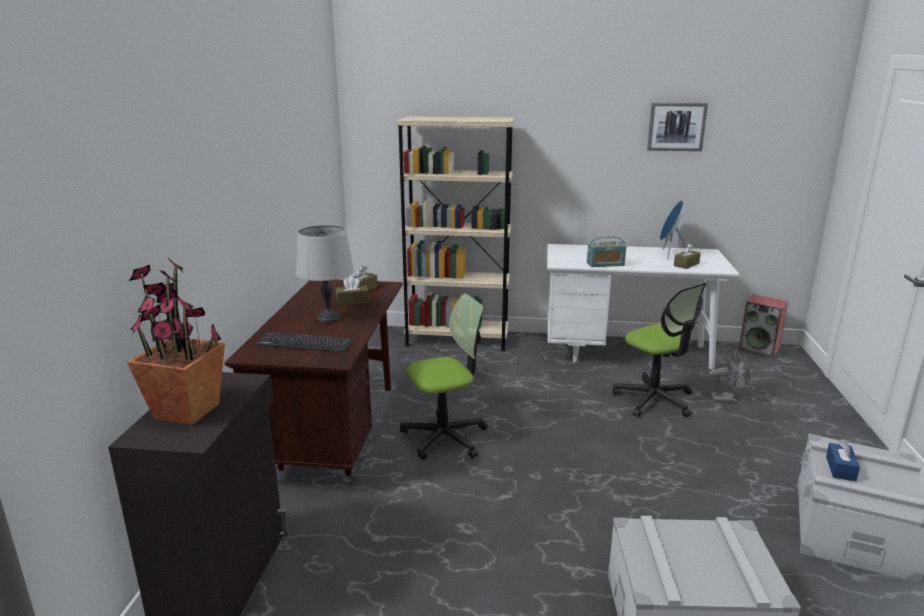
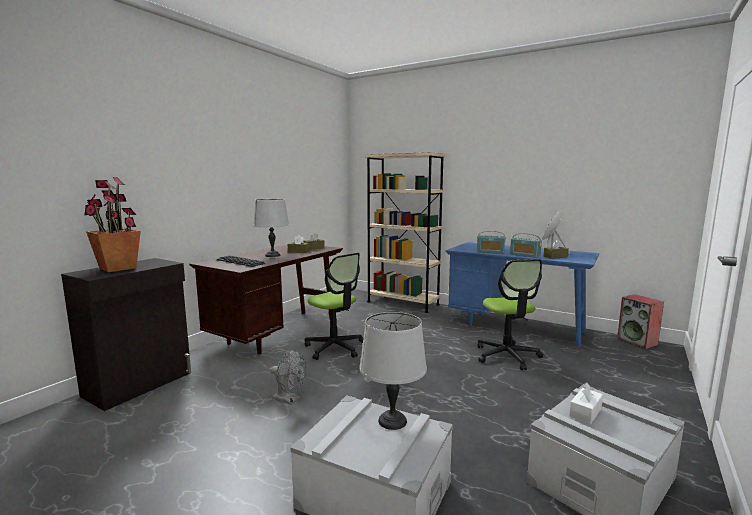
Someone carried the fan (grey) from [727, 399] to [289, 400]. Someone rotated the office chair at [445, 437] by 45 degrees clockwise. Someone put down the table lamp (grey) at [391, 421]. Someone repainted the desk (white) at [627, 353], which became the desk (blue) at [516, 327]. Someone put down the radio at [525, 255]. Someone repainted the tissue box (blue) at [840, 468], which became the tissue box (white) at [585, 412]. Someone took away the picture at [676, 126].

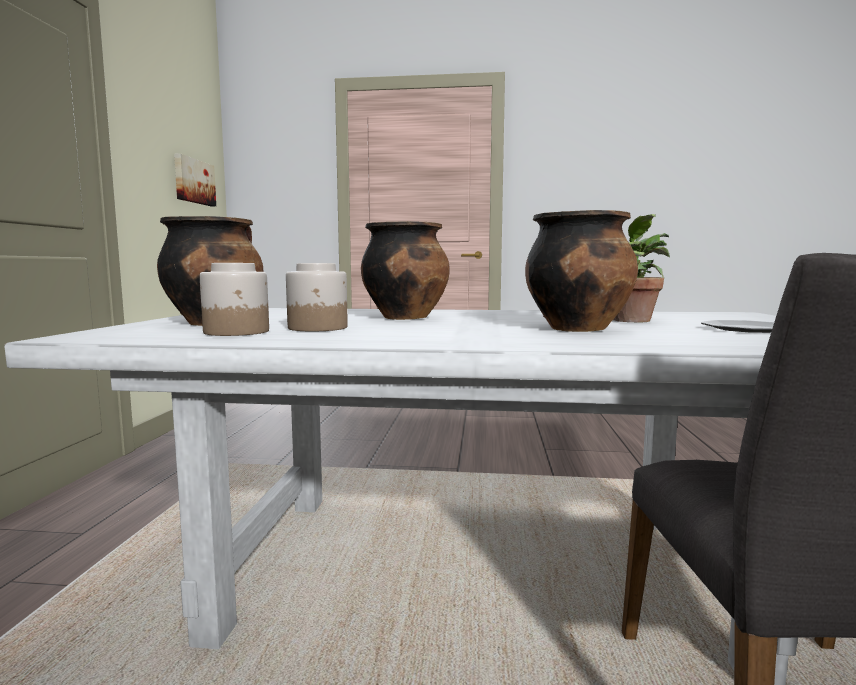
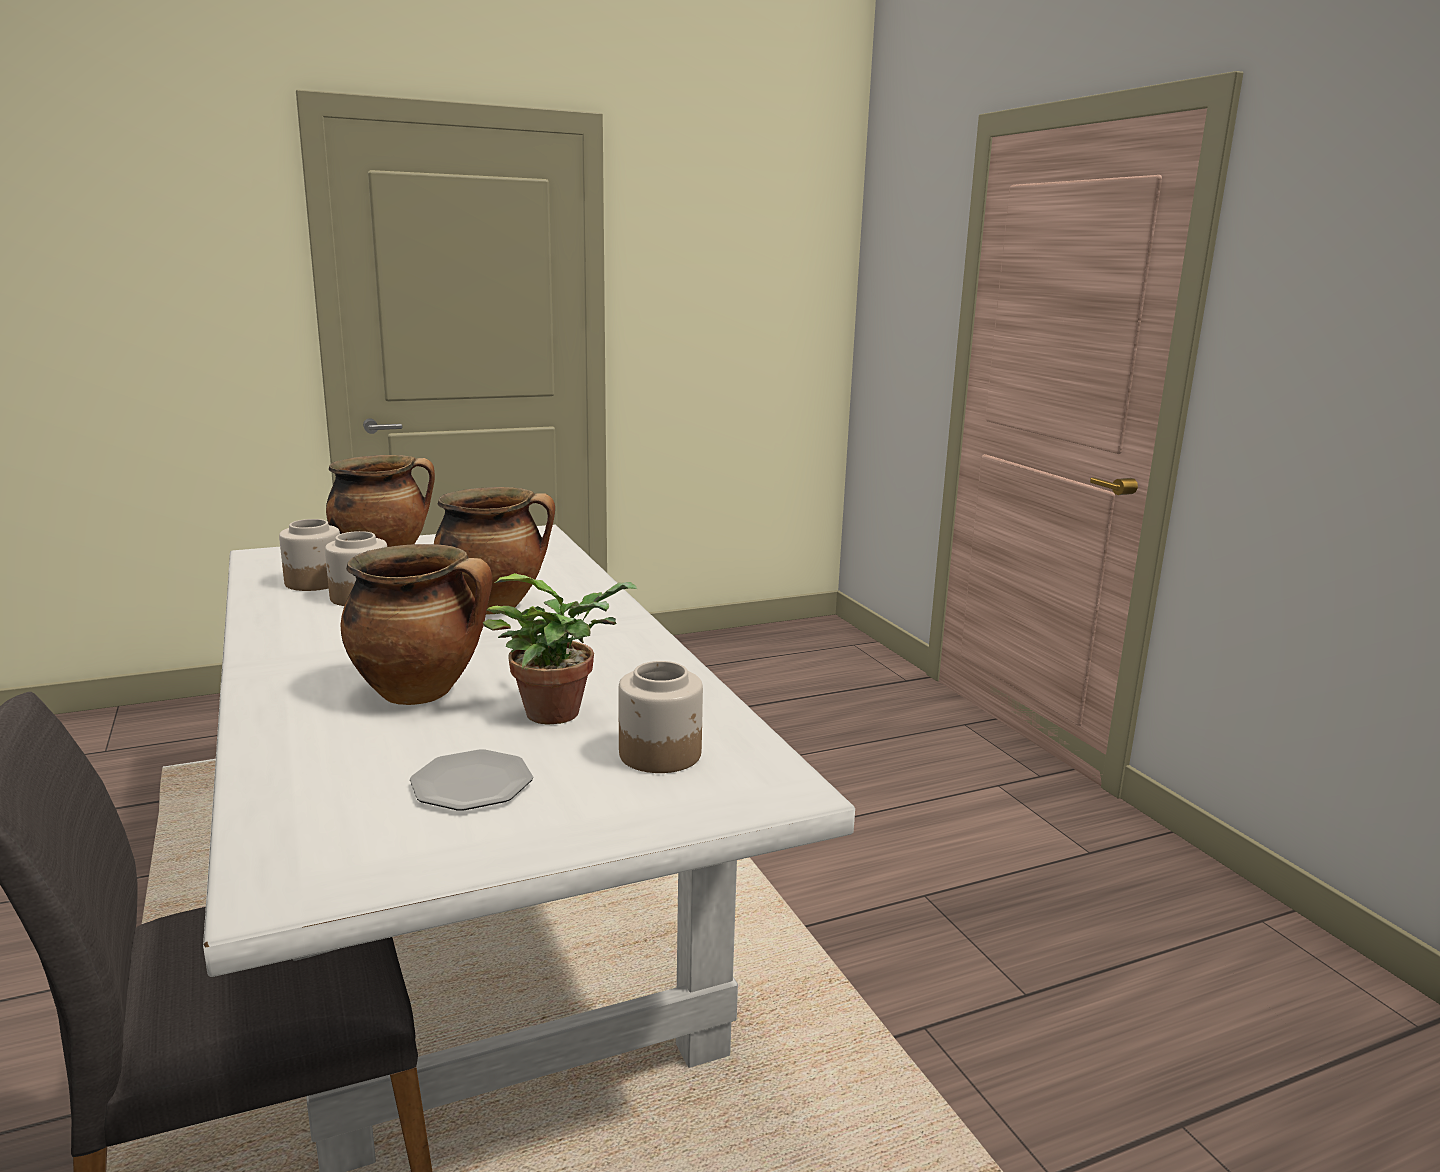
Someone put down the jar at [661, 754]. Someone took away the picture at [193, 181].

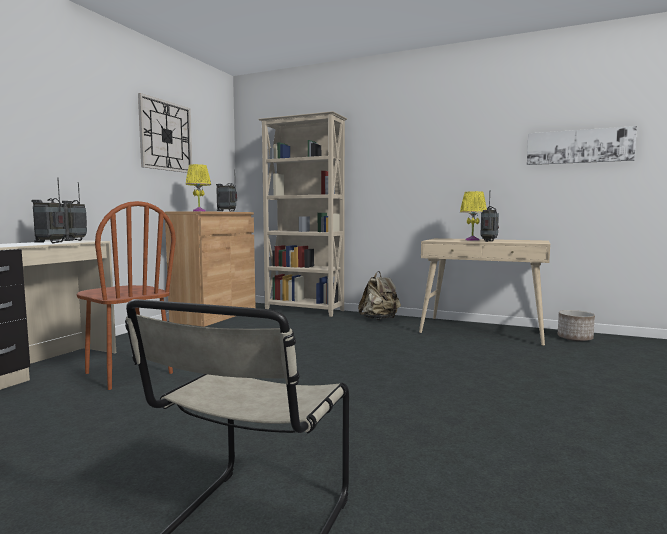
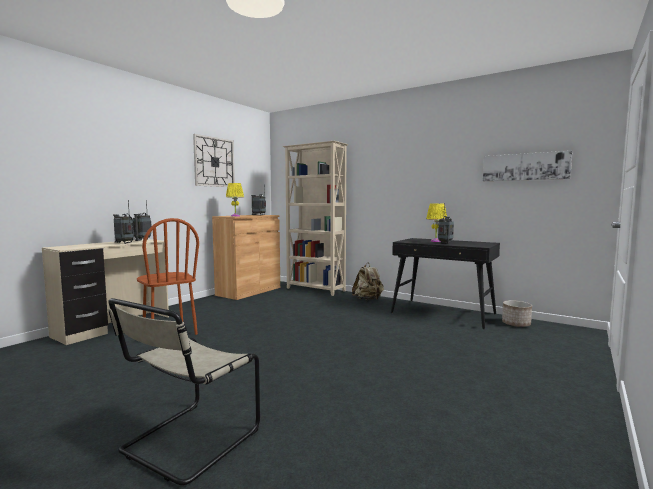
Someone repainted the desk (beige) at [483, 331], which became the desk (black) at [443, 313].

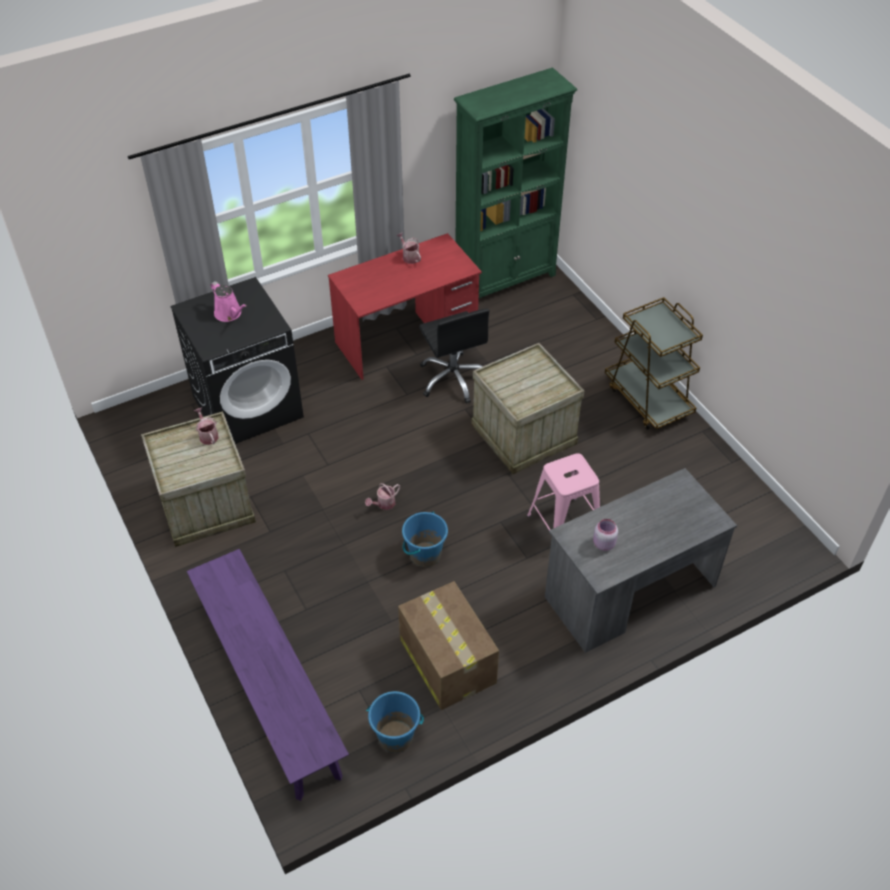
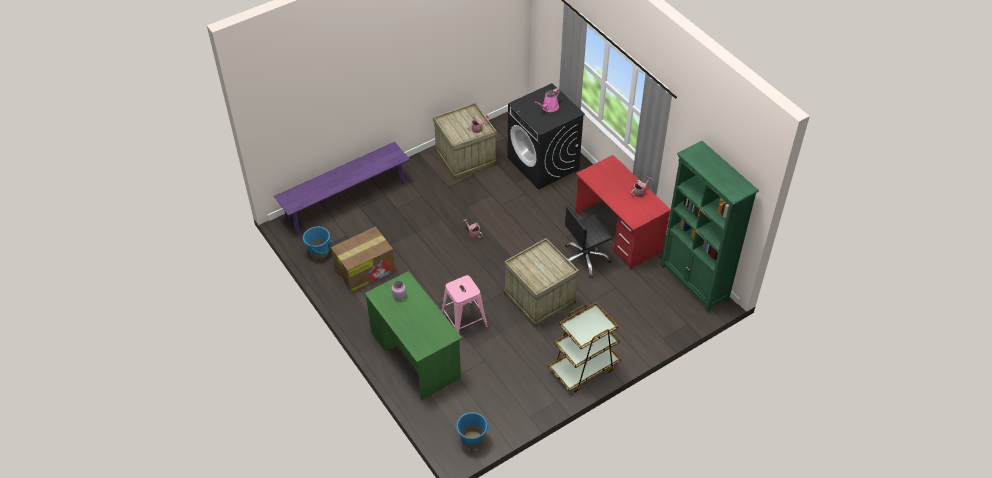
Someone repainted the desk (grey) at [629, 592], which became the desk (green) at [415, 355]. Someone carried the bucket (blue) from [425, 554] to [472, 440].

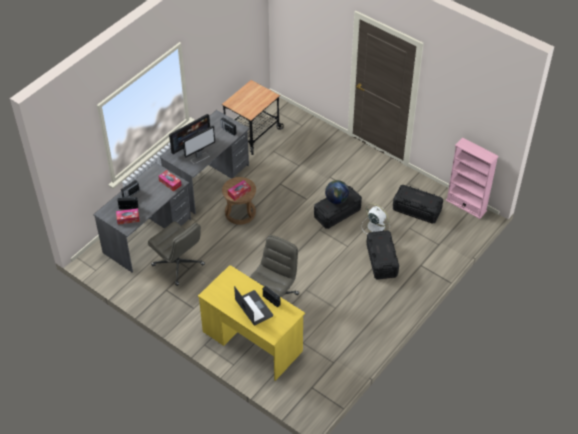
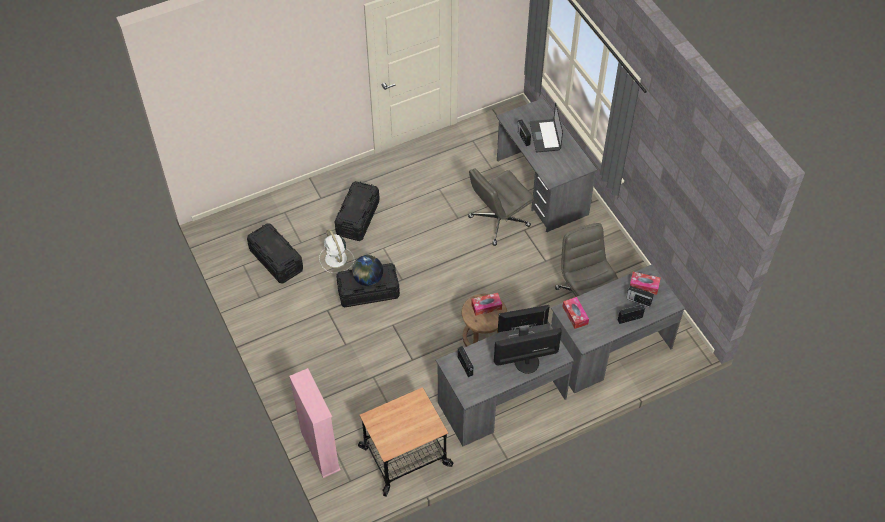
Someone carried the bookcase (pink) from [466, 205] to [320, 451]. Someone repainted the desk (yellow) at [252, 341], which became the desk (grey) at [541, 187].

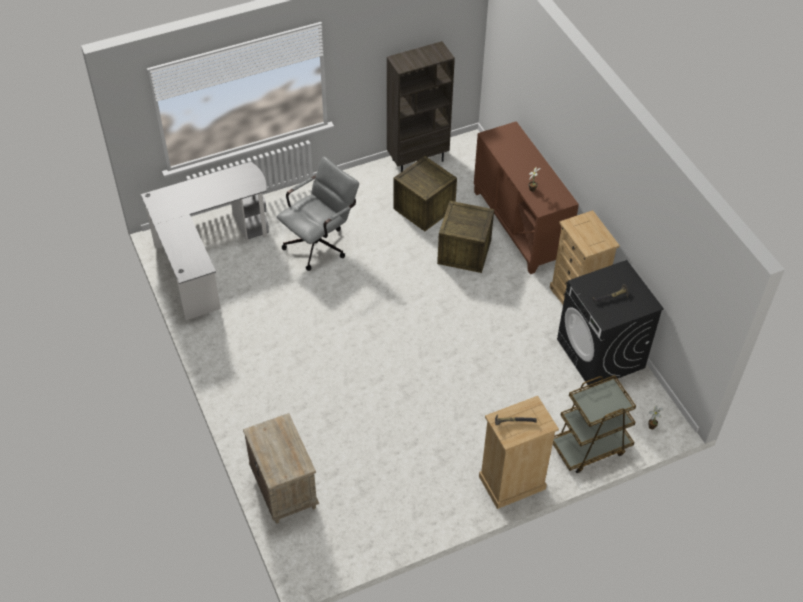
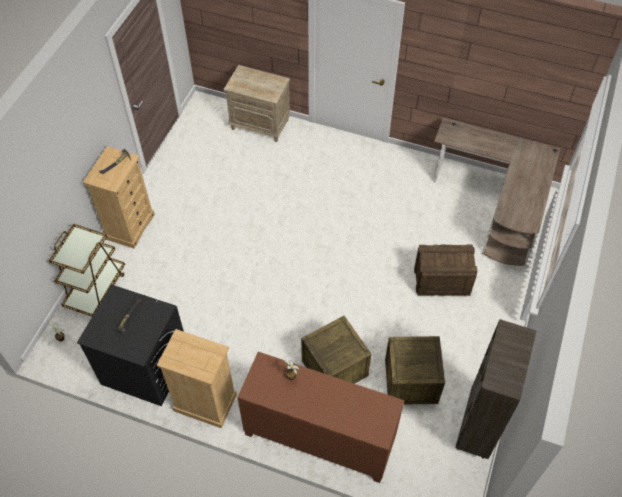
Someone swapped the office chair (grey) at [320, 243] for the crate at [441, 280]. Someone repainted the desk (grey) at [206, 255], which became the desk (brown) at [496, 206].

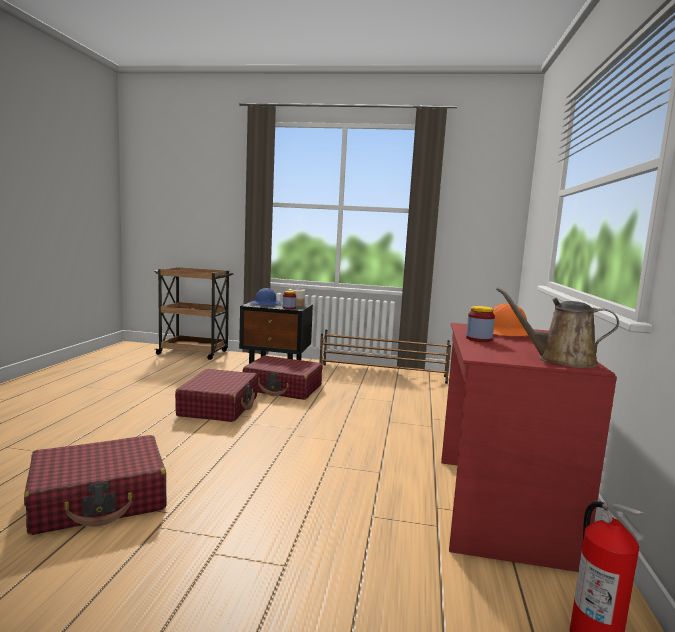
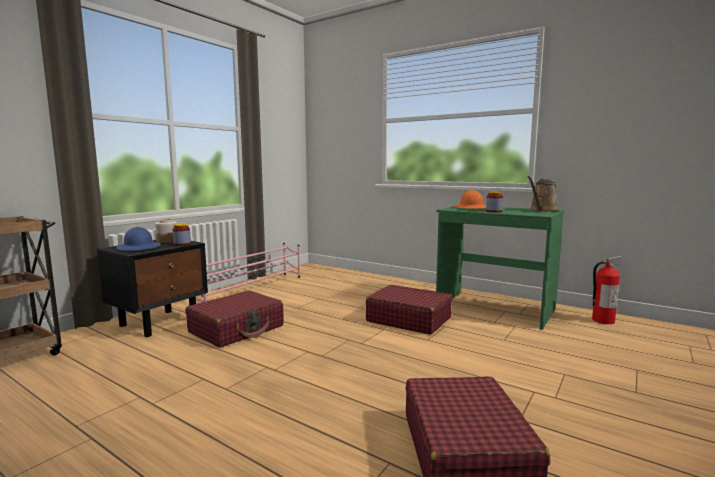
Someone repainted the shoe rack (brown) at [383, 373], which became the shoe rack (pink) at [251, 288]. Someone carried the suitcase (red) from [219, 406] to [408, 319]. Someone repainted the desk (red) at [497, 506], which became the desk (green) at [494, 309].

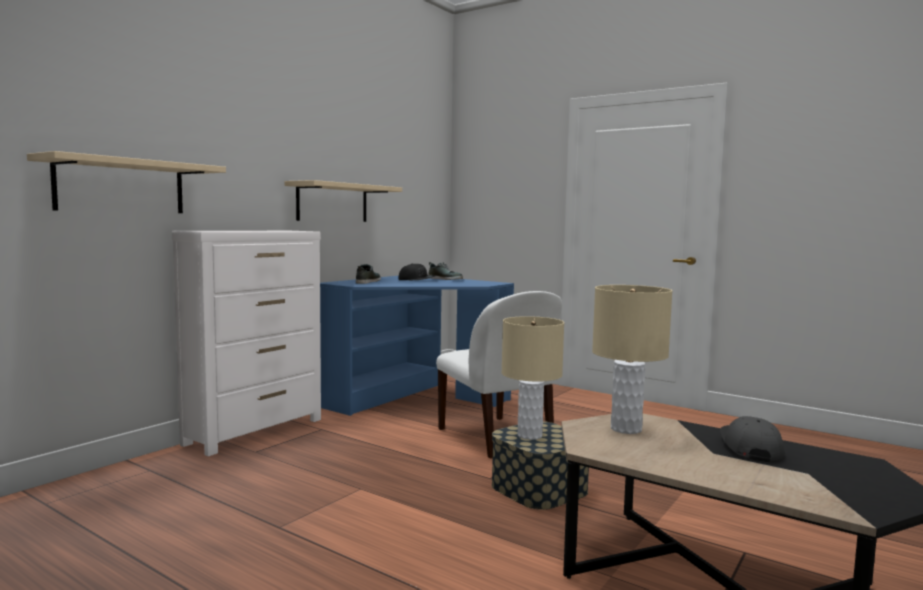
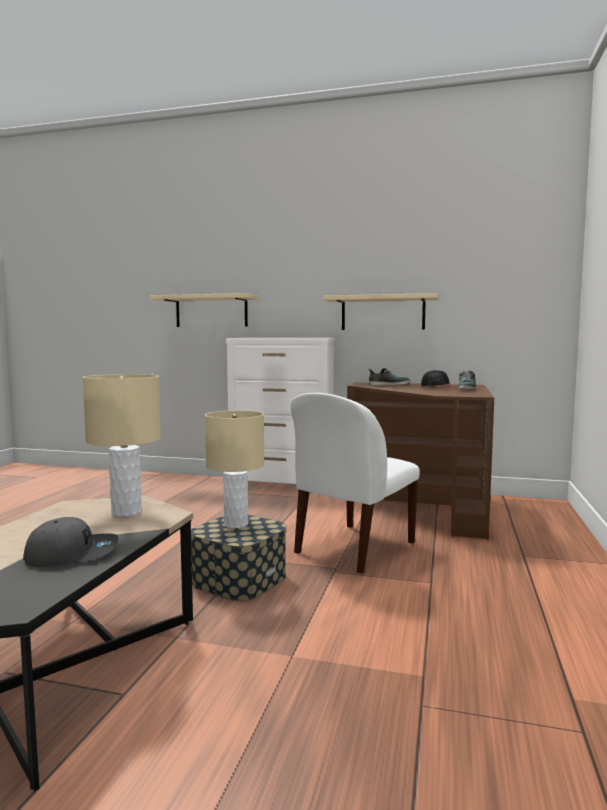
Someone repainted the desk (blue) at [413, 399], which became the desk (brown) at [421, 507].

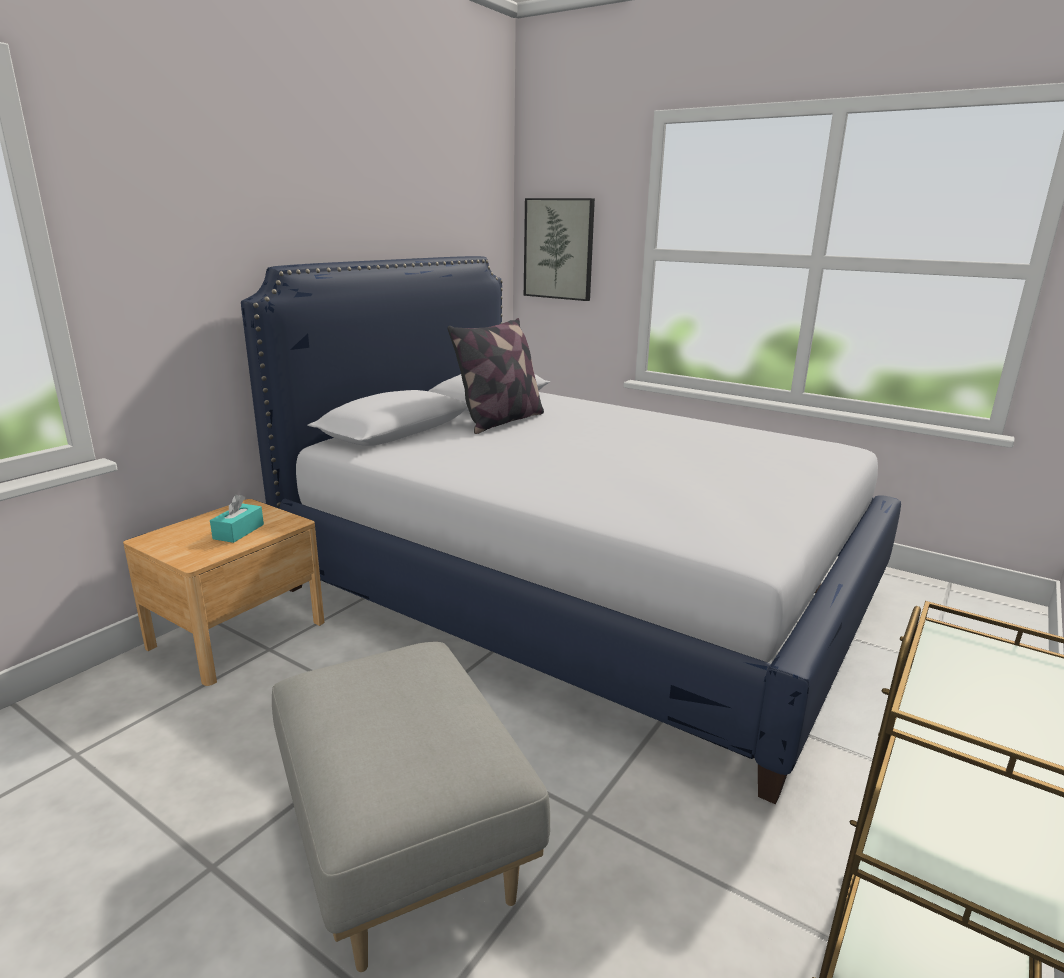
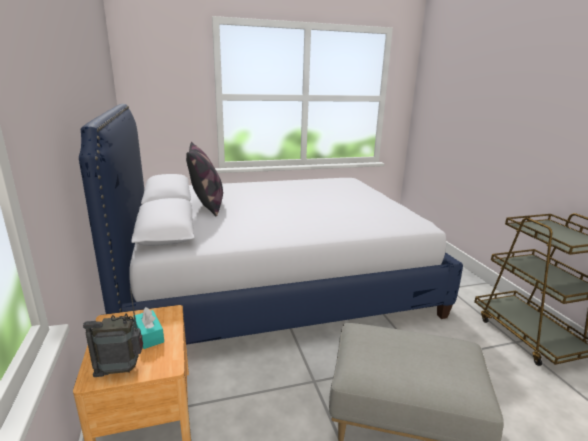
Someone put down the radio at [121, 370]. Someone took away the picture at [559, 249].

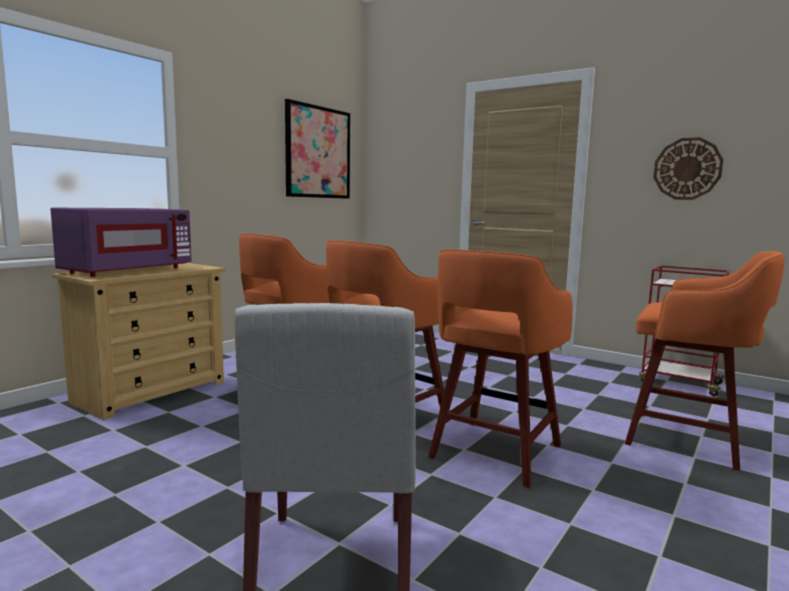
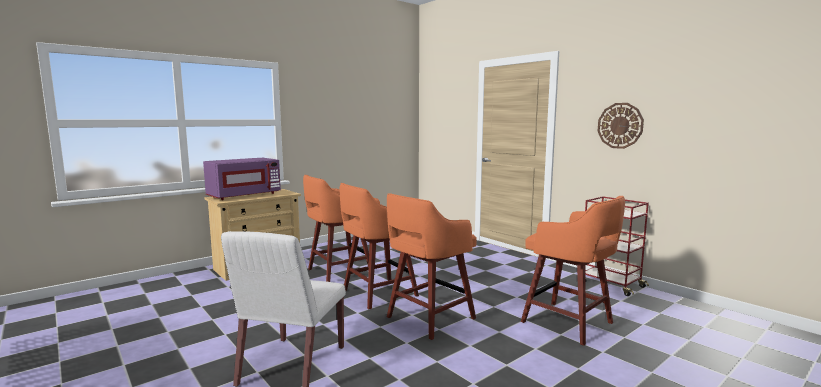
Someone took away the picture at [318, 152].

